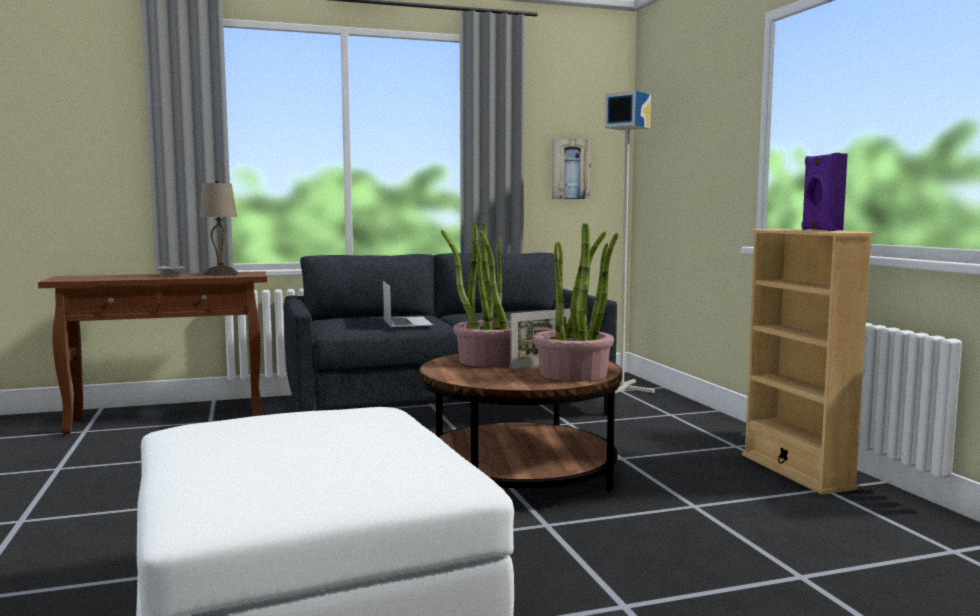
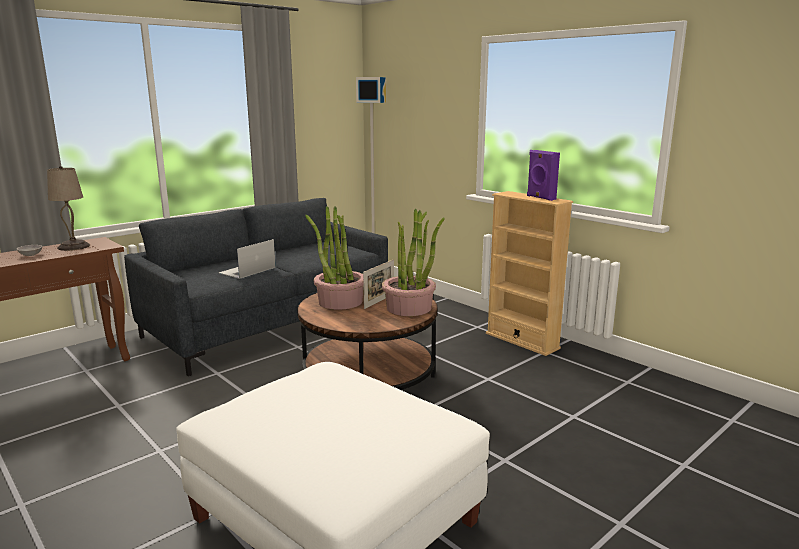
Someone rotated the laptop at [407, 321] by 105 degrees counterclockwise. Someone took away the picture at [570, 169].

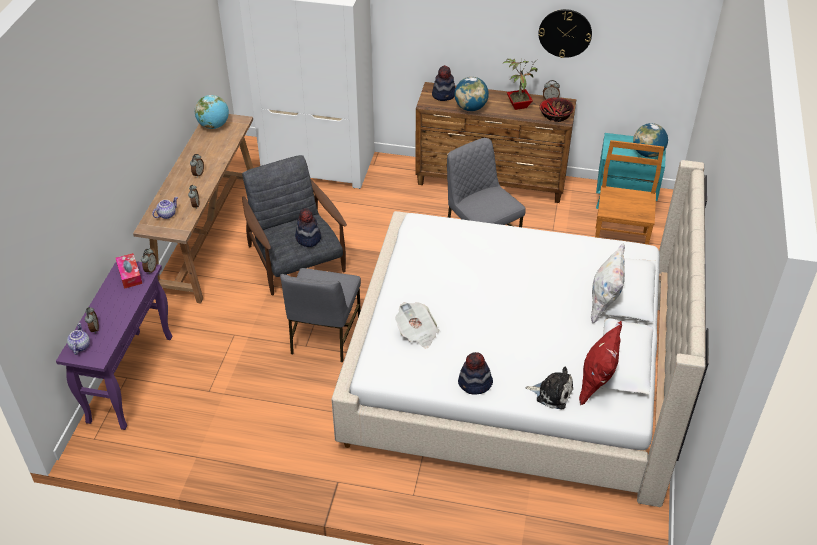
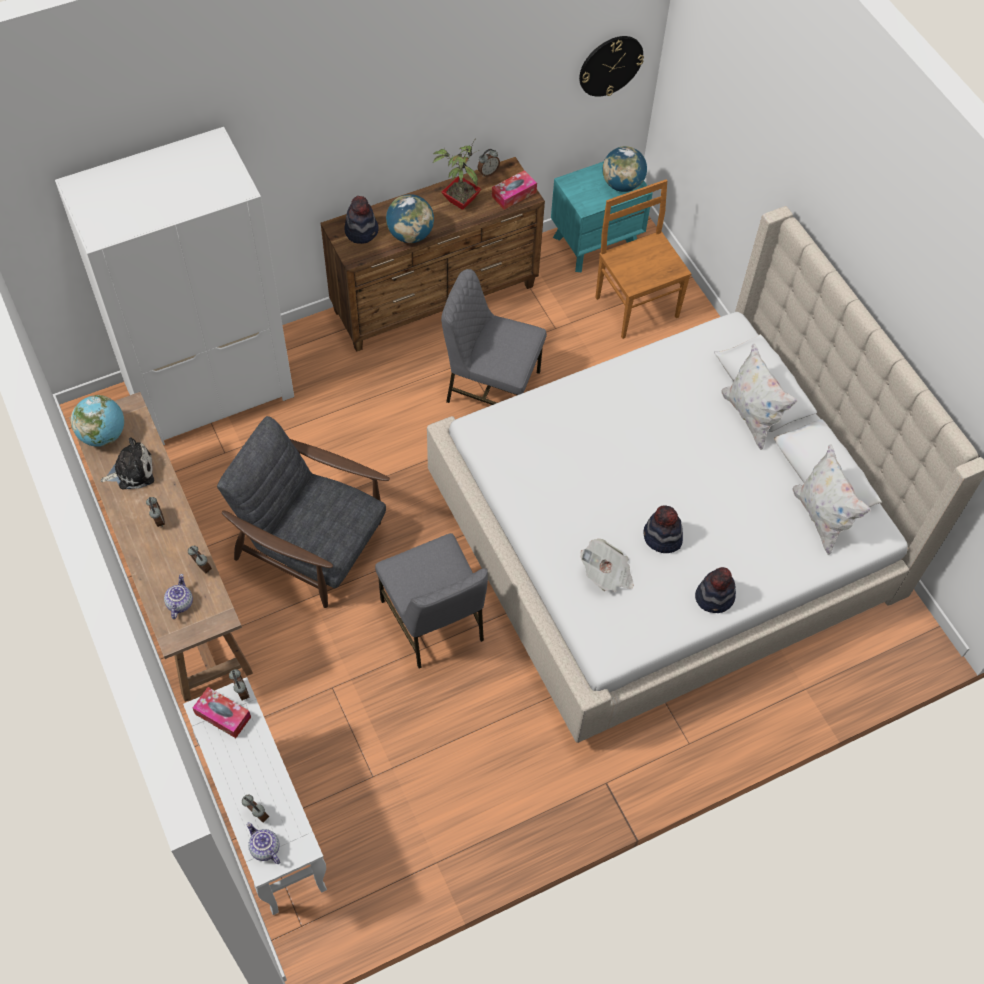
Someone carried the plush toy from [552, 393] to [132, 471]. Someone repainted the console table (purple) at [131, 378], which became the console table (white) at [266, 823]. Someone swapped the bowl at [555, 116] for the tissue box at [514, 194]. Someone carried the wall clock from [565, 33] to [610, 65]. Someone carried the hat from [308, 238] to [662, 538]. Someone repainted the pillow (red) at [596, 383], which became the pillow (white) at [821, 518].

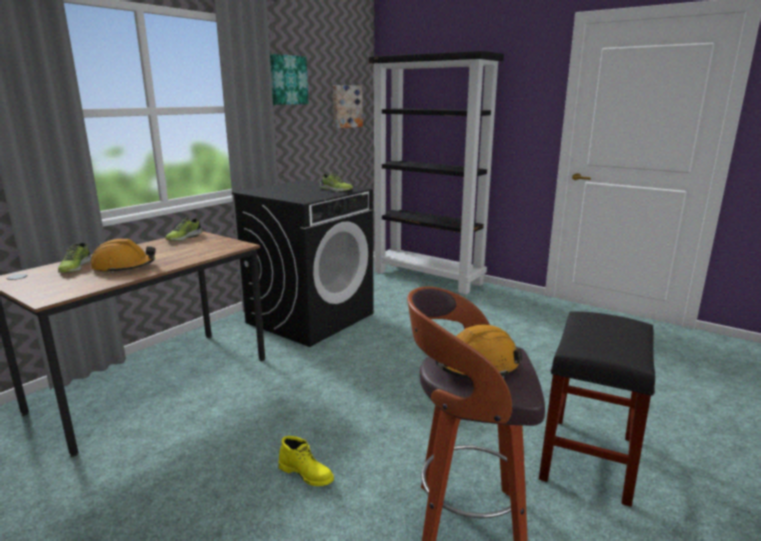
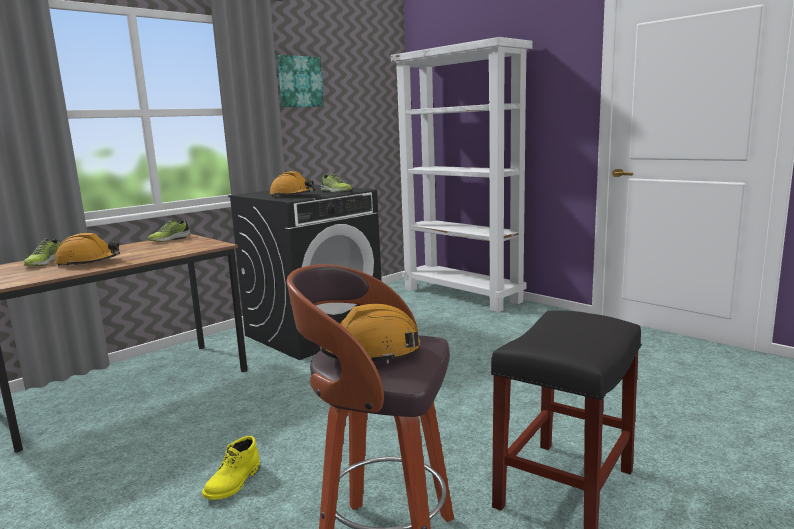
Someone rotated the boot (yellow) at [306, 474] by 75 degrees clockwise. Someone put down the hard hat (orange) at [292, 196]. Someone repainted the bookcase (black) at [428, 277], which became the bookcase (white) at [462, 295]. Someone took away the picture at [346, 106].

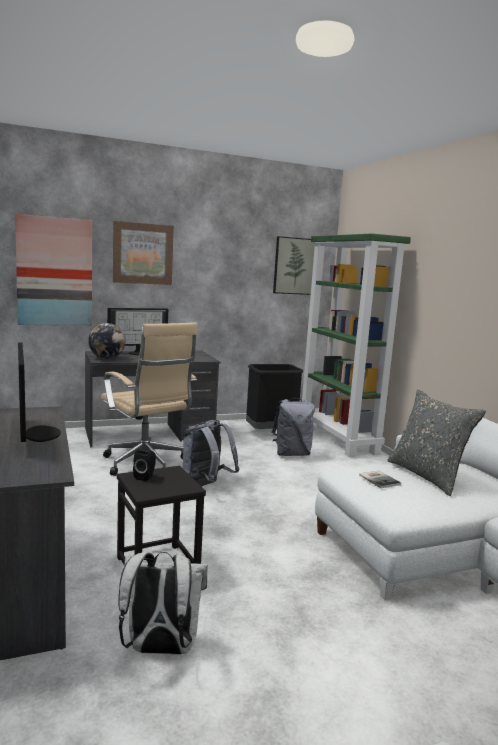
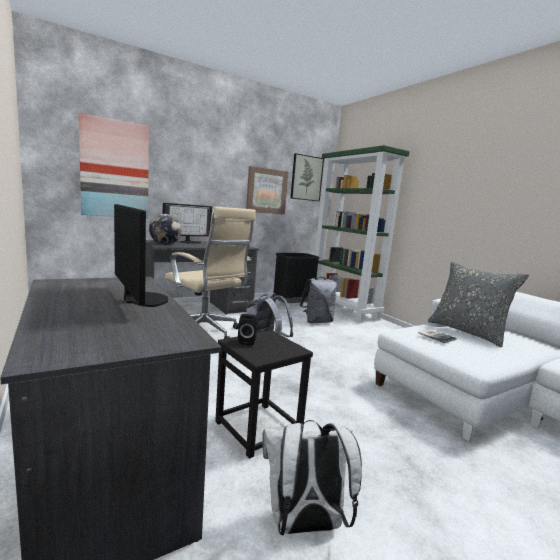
Someone carried the picture from [142, 253] to [266, 191].

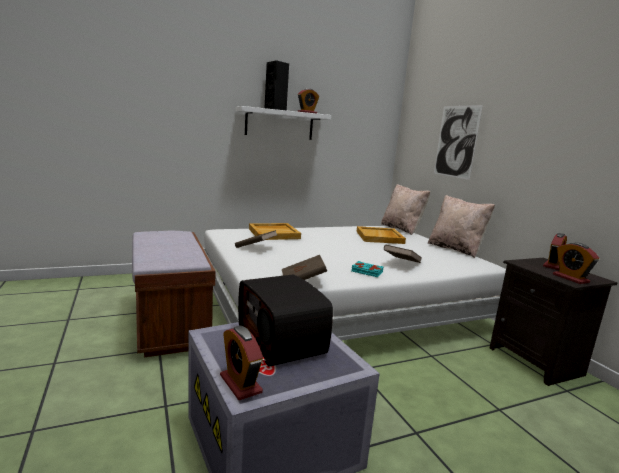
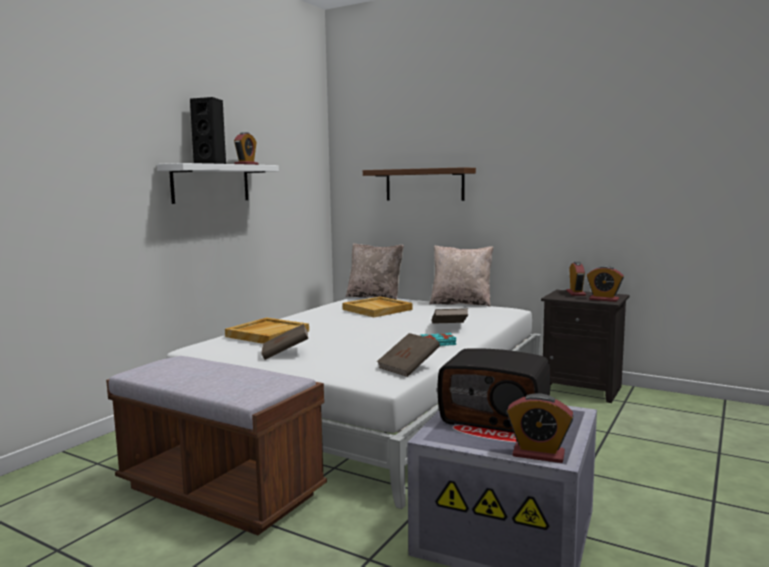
Someone swapped the picture at [456, 141] for the shelf (brown) at [424, 184].

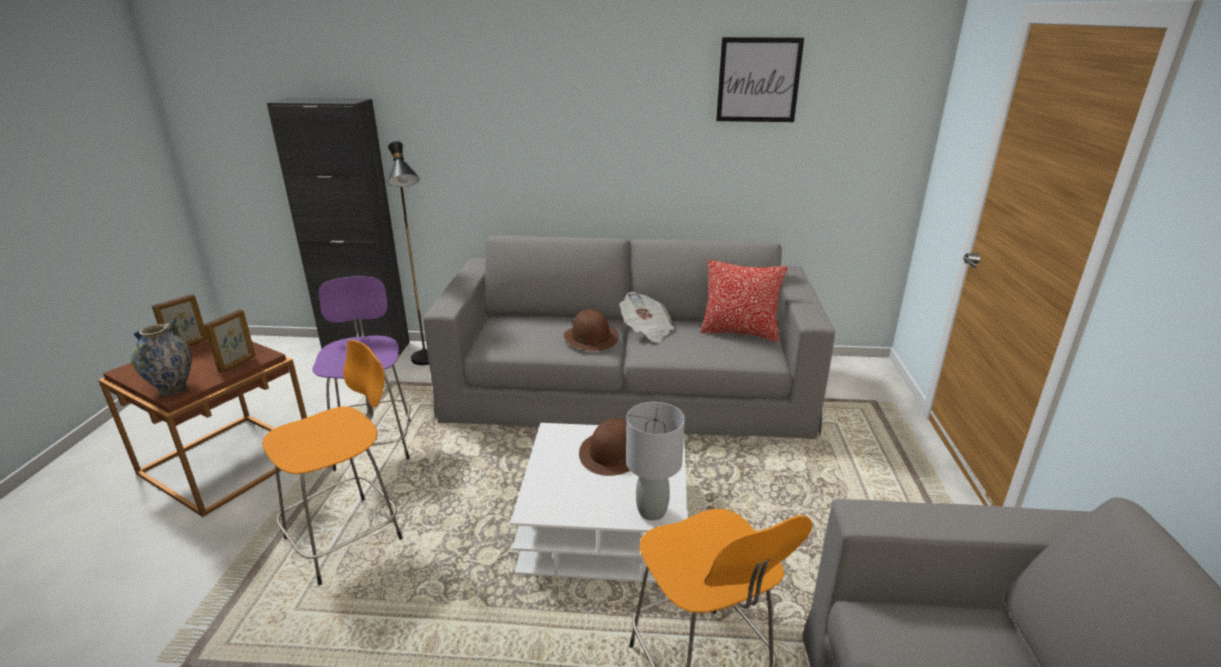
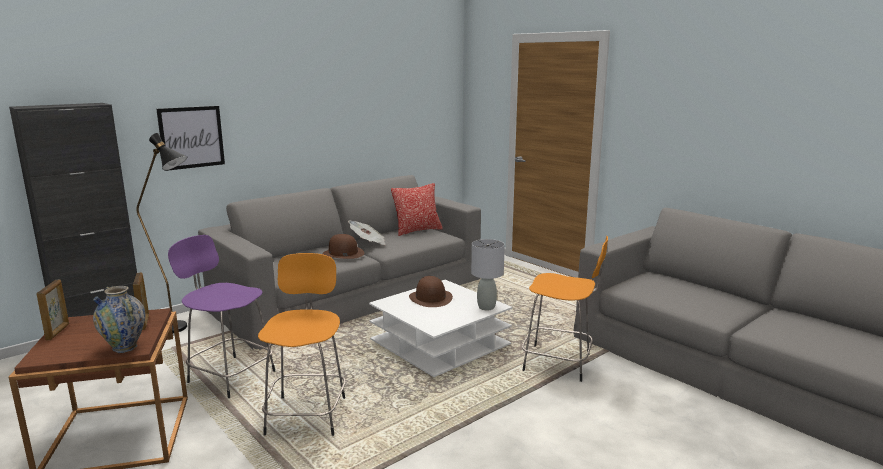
Someone carried the picture from [758, 80] to [191, 137].

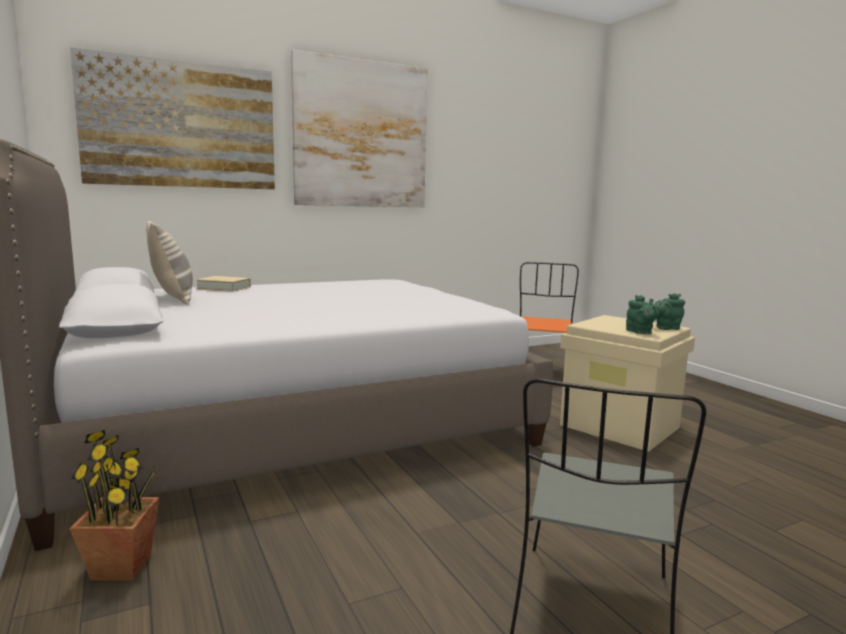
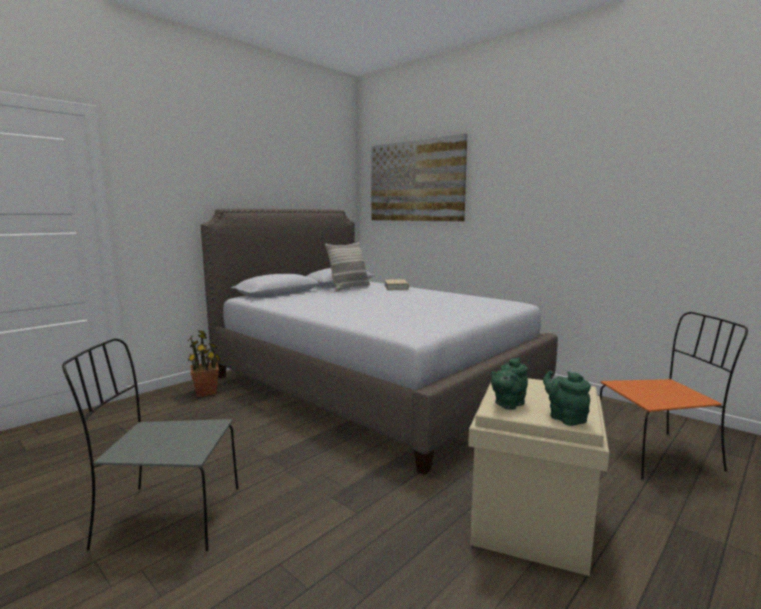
Someone took away the picture at [361, 135].

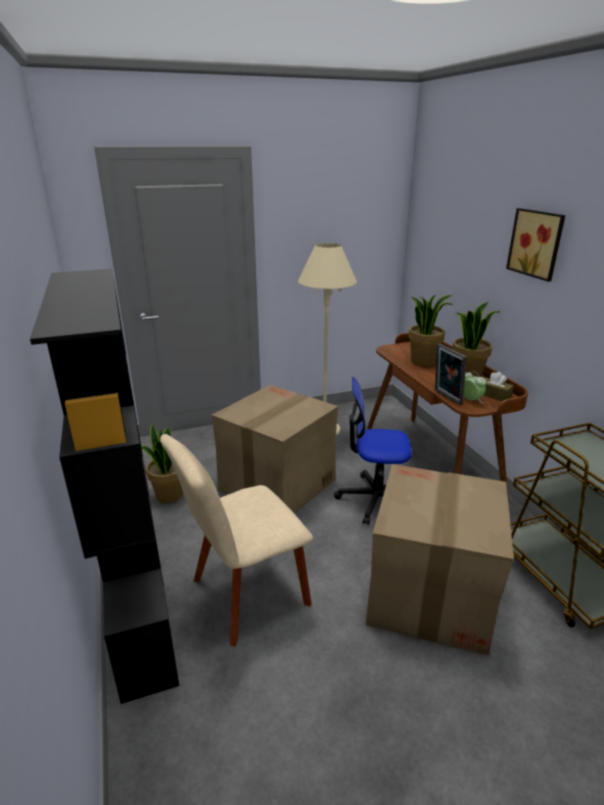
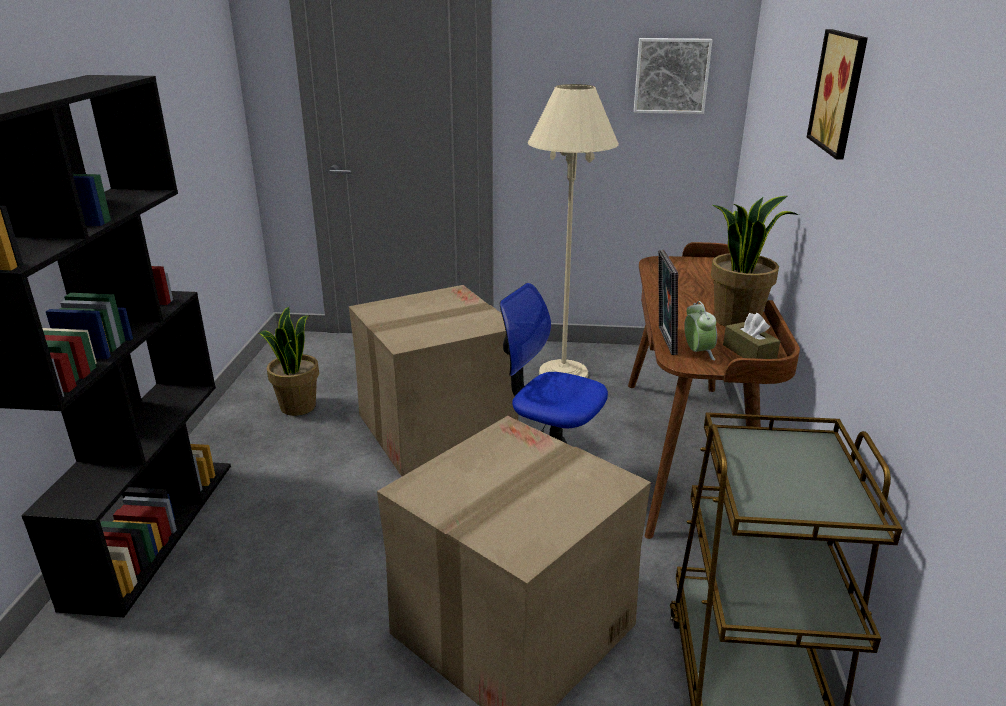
Someone put up the picture at [671, 76]. Someone took away the chair (beige) at [245, 595]. Someone took away the potted plant at [423, 361].

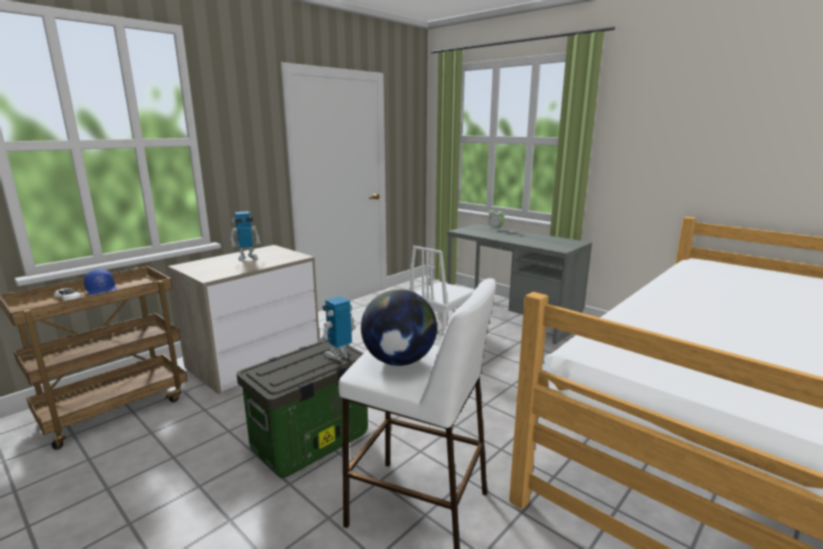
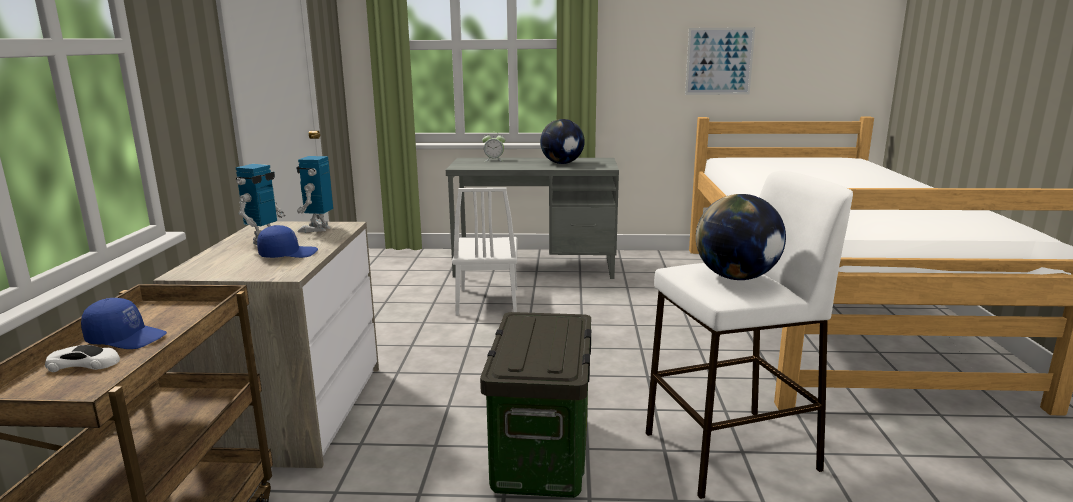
Someone put down the cap (blue) at [288, 254]. Someone carried the toy robot from [338, 355] to [317, 229]. Someone put down the globe at [562, 163]. Someone put up the picture at [719, 61].

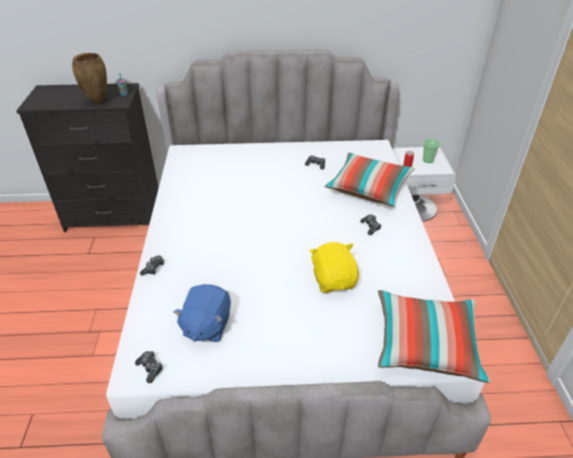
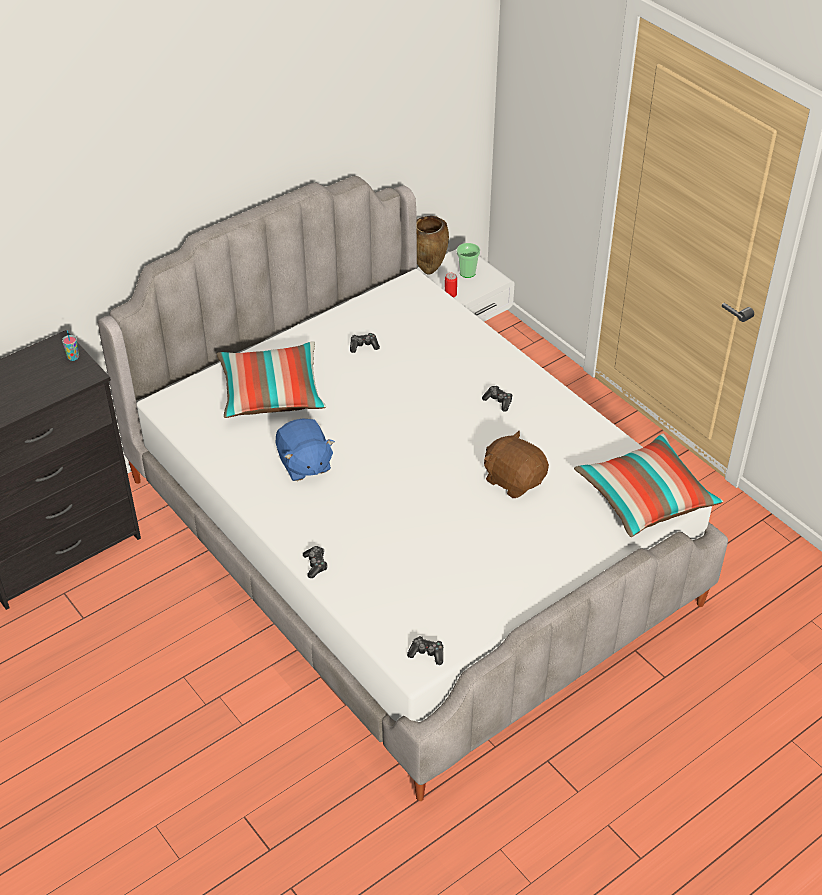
Someone carried the pillow from [369, 188] to [272, 393]. Someone carried the plush toy (blue) from [206, 326] to [304, 464]. Someone carried the vase (brown) from [97, 102] to [429, 272]. Someone repainted the plush toy (yellow) at [334, 280], which became the plush toy (brown) at [514, 480].

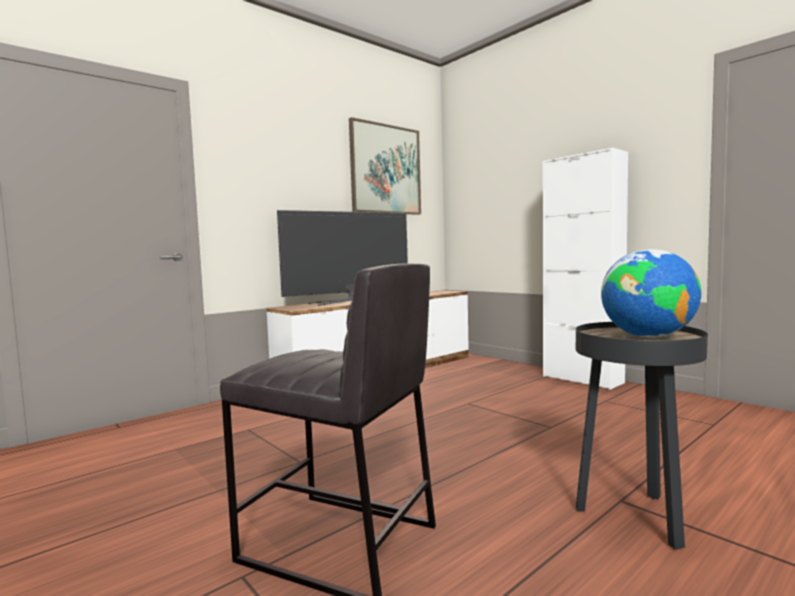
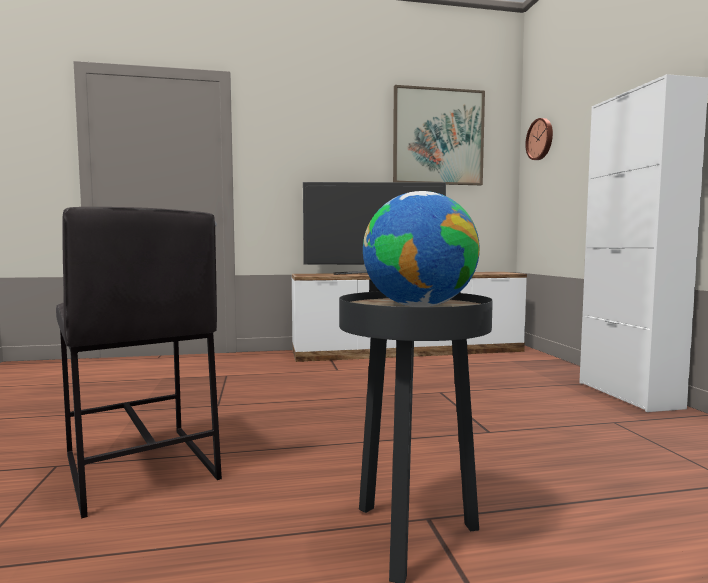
Someone put up the wall clock at [540, 139].

